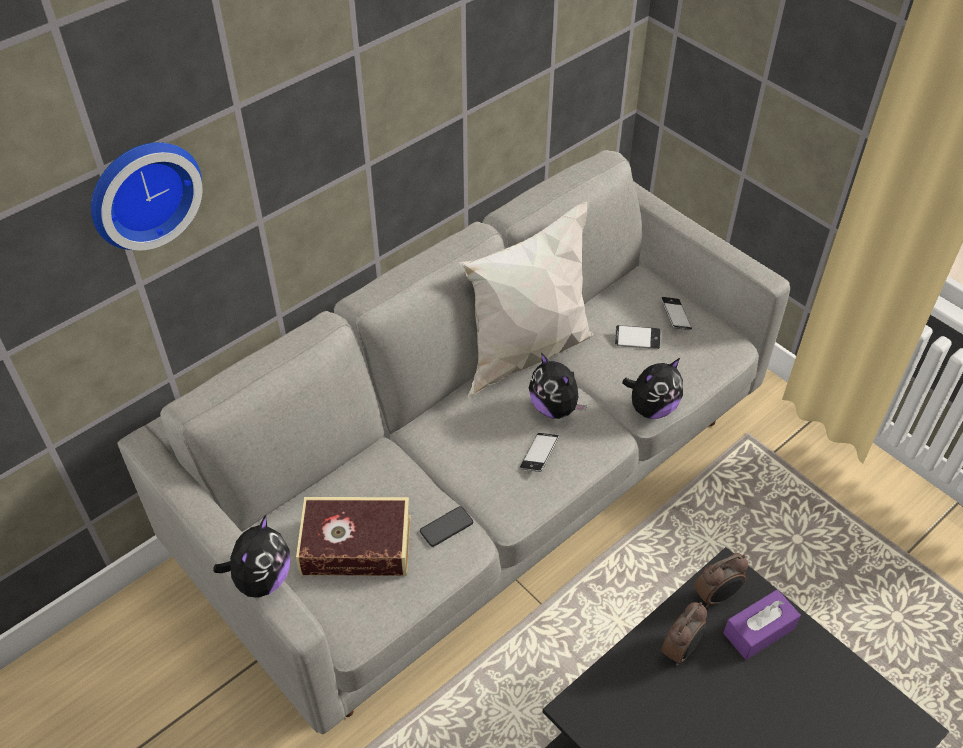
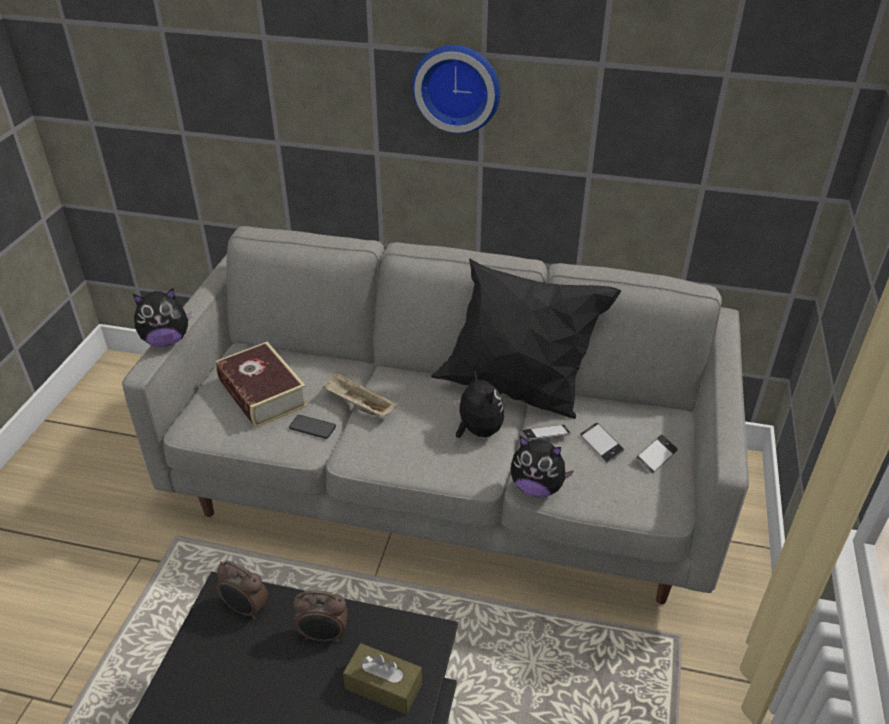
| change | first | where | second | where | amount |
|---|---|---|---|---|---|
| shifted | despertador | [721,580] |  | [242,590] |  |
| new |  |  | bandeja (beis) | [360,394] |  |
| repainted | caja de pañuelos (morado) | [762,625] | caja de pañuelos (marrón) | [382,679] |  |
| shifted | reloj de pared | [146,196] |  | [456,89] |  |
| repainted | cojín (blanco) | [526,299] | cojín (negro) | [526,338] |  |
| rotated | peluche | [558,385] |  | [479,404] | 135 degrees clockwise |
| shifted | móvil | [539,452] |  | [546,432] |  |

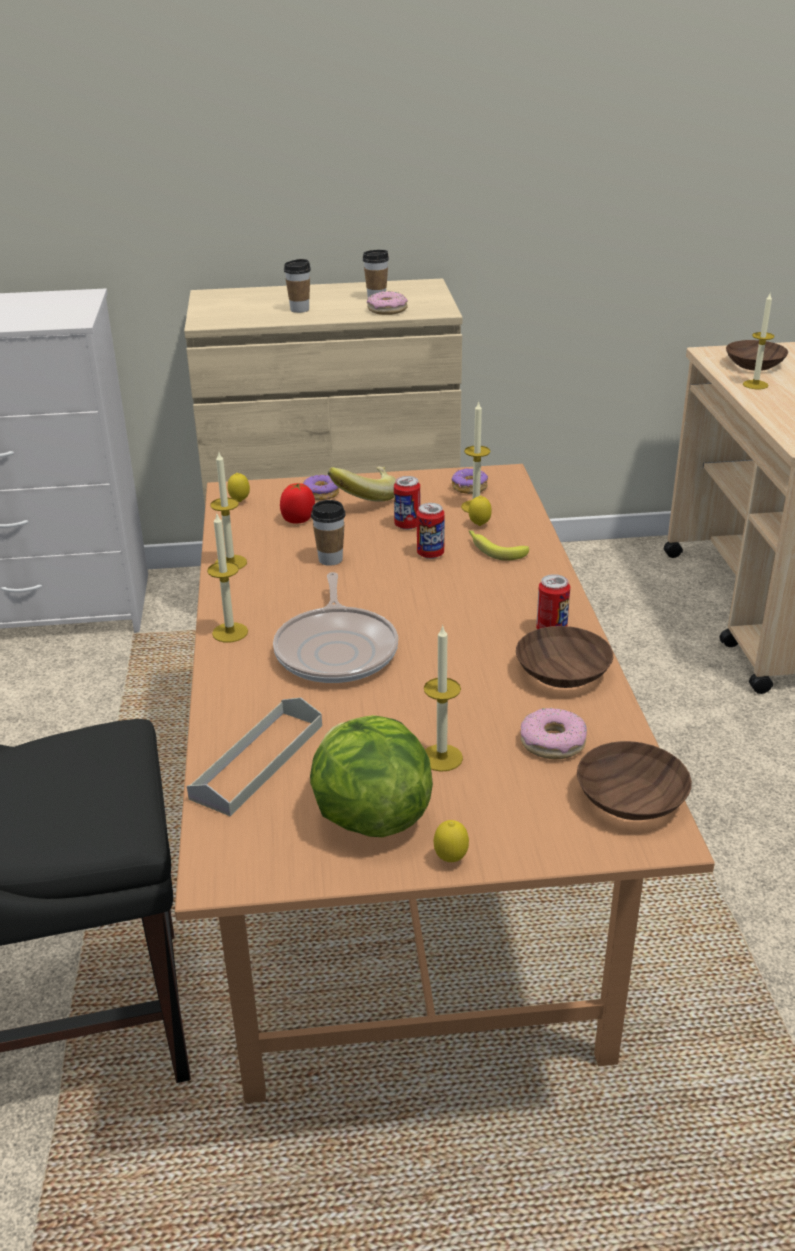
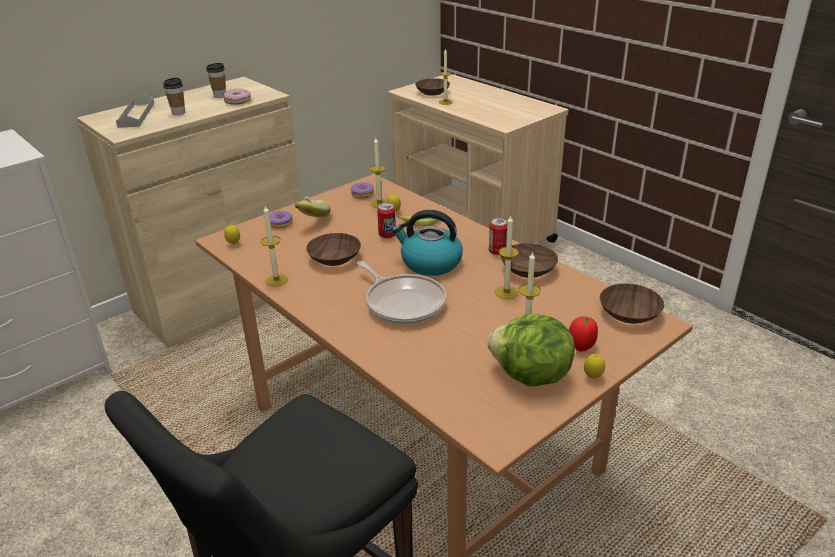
| change | first | where | second | where | amount |
|---|---|---|---|---|---|
| shifted | bandeja (gris) | [254,756] |  | [135,110] |  |
| swapped | taza | [328,533] | cuenco (marrón) | [333,249] |  |
| new |  |  | hervidor | [427,243] |  |
| shifted | vela | [227,578] |  | [507,257] |  |
| shifted | tomate | [297,503] |  | [583,333] |  |
| gone | lata | [407,503] |  |  |  |
| gone | rosquilla | [553,733] |  |  |  |

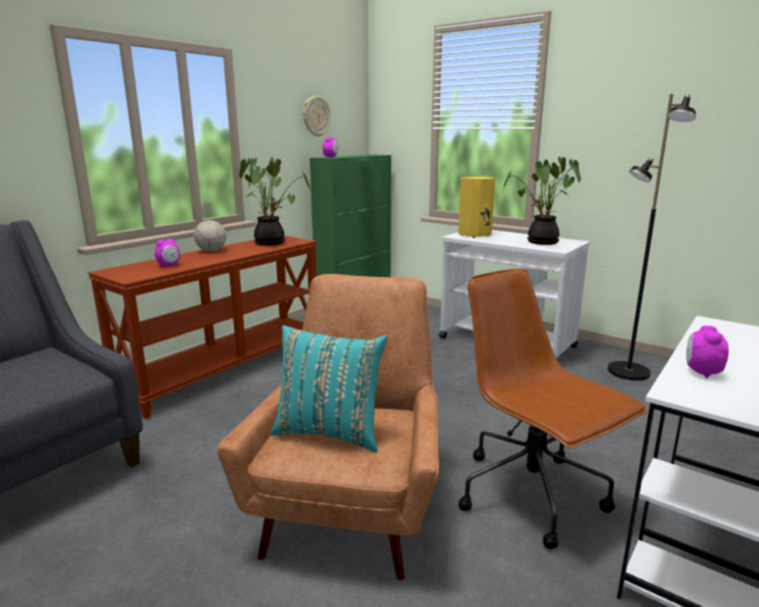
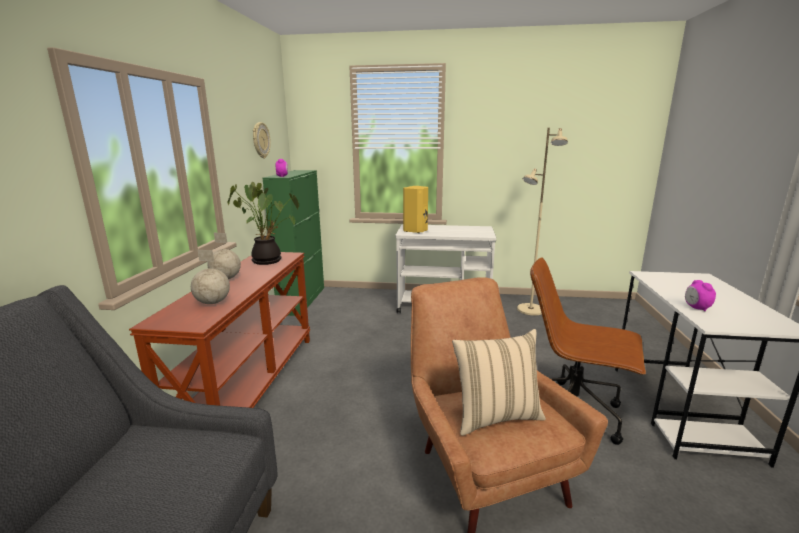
| change | first | where | second | where | amount |
|---|---|---|---|---|---|
| swapped | despertador | [167,253] | globo terráqueo | [210,277] |  |
| repainted | cojín (turquesa) | [328,388] | cojín (beis) | [499,382] |  |
| repainted | lámpara de pie (negro) | [652,237] | lámpara de pie (beis) | [542,222] |  |
| gone | planta en maceta | [542,201] |  |  |  |

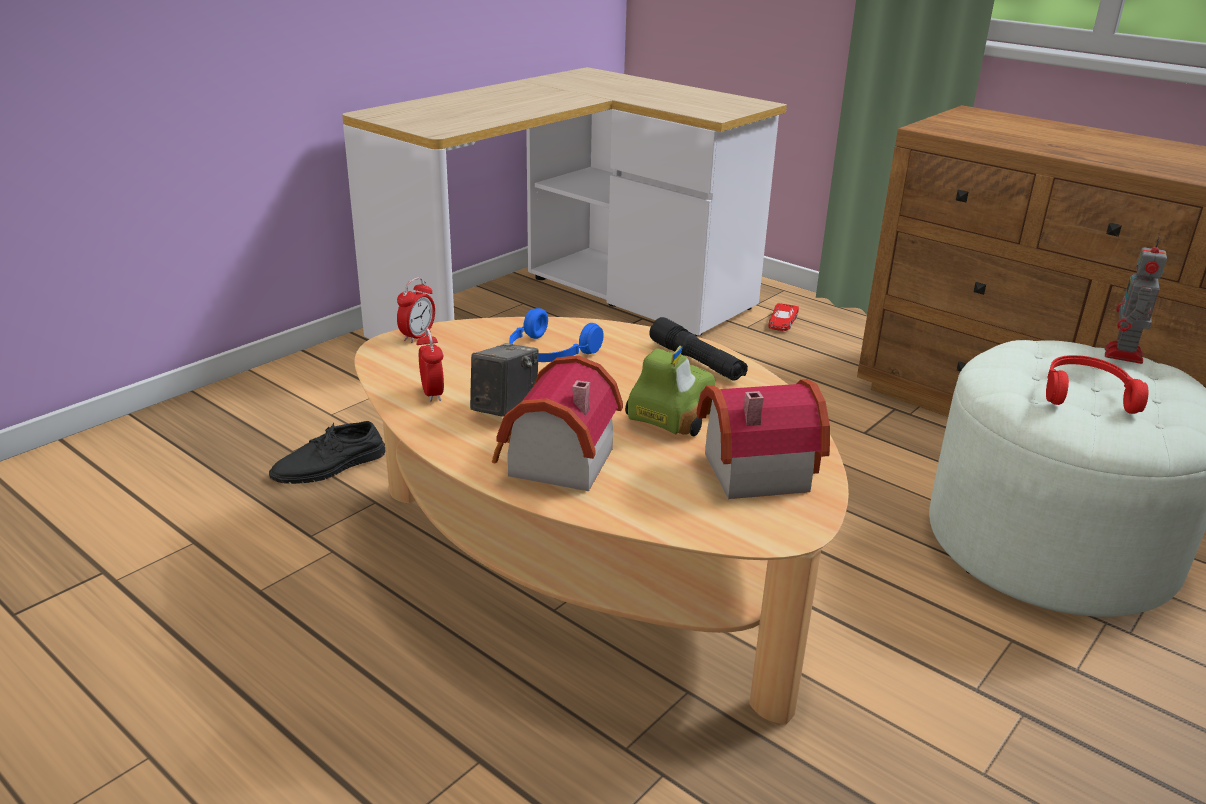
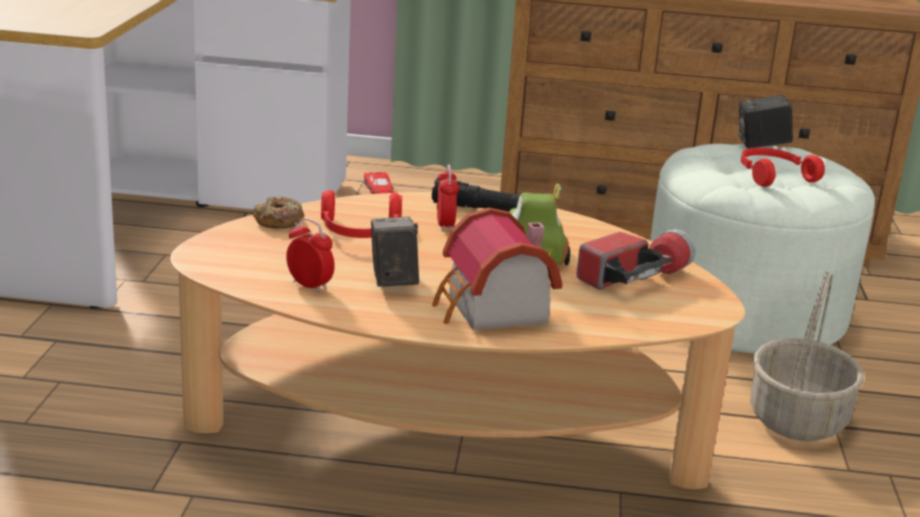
| change | first | where | second | where | amount |
|---|---|---|---|---|---|
| new |  |  | rosquilla | [279,212] |  |
| repainted | auriculares (azul) | [557,335] | auriculares (rojo) | [361,214] |  |
| shifted | despertador | [416,310] |  | [448,198] |  |
| swapped | casita | [763,439] | linterna | [636,259] |  |
| swapped | robot de juguete | [1136,300] | cámara | [765,121] |  |
| new |  |  | cesta | [807,355] |  |
| gone | zapato (negro) | [327,452] |  |  |  |

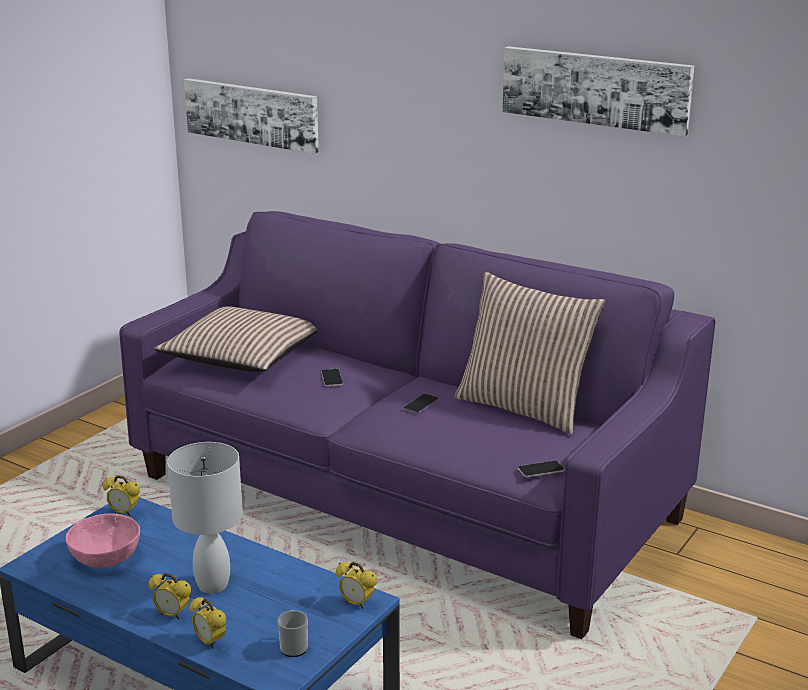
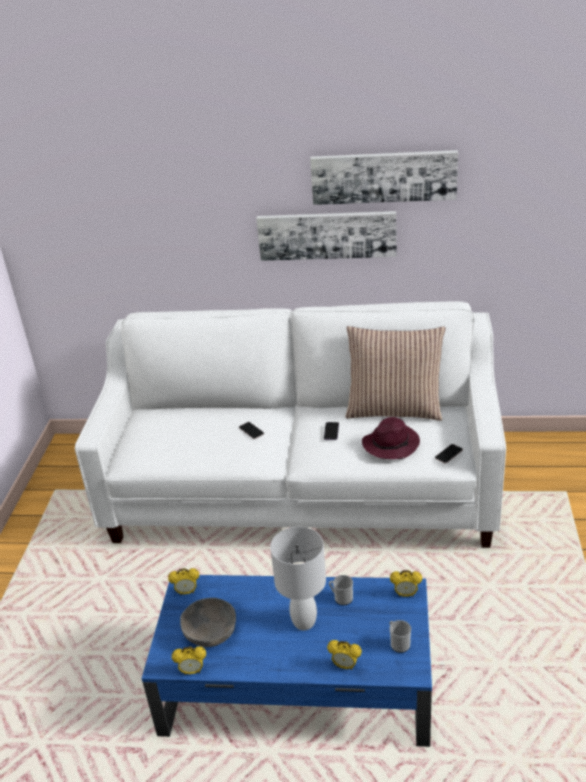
| change | first | where | second | where | amount |
|---|---|---|---|---|---|
| repainted | sofá (morado) | [417,425] | sofá (blanco) | [290,424] |  |
| shifted | despertador | [169,596] |  | [189,660] |  |
| repainted | cuenco (rosa) | [103,540] | cuenco (gris) | [208,622] |  |
| shifted | cuadro | [251,116] |  | [326,236] |  |
| new |  |  | taza grande | [341,590] |  |
| new |  |  | sombrero (morado) | [391,438] |  |
| gone | cojín | [235,339] |  |  |  |

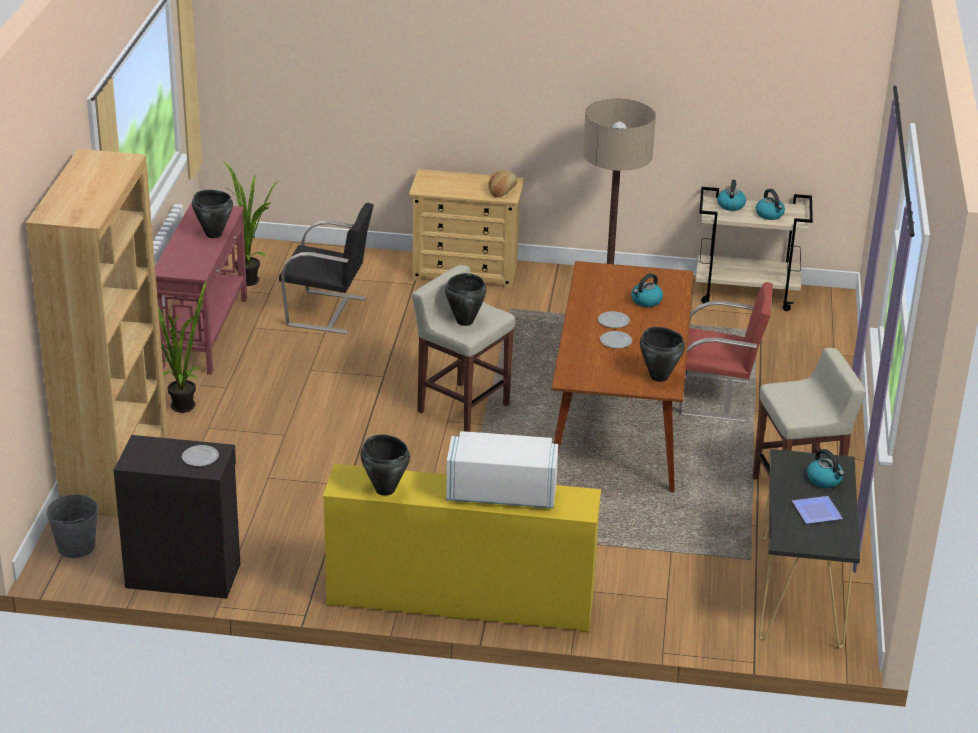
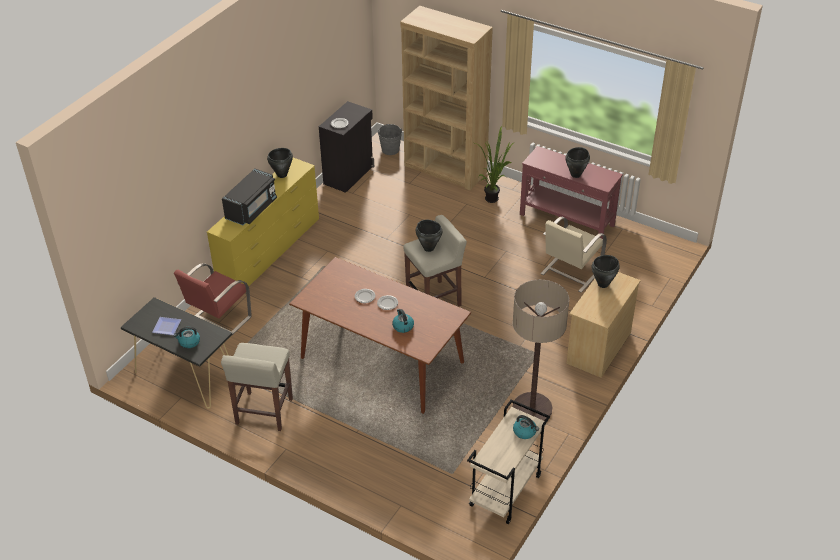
| change | first | where | second | where | amount |
|---|---|---|---|---|---|
| shifted | silla (rojo) | [726,351] |  | [213,299] |  |
| repainted | microondas (blanco) | [502,469] | microondas (negro) | [249,196] |  |
| repainted | silla (negro) | [326,268] | silla (beis) | [573,255] |  |
| shifted | olla (negro) | [662,354] |  | [606,271] |  |
| gone | planta en maceta | [251,223] |  |  |  |
| gone | pan | [503,184] |  |  |  |
| gone | hervidor | [770,204] |  |  |  |

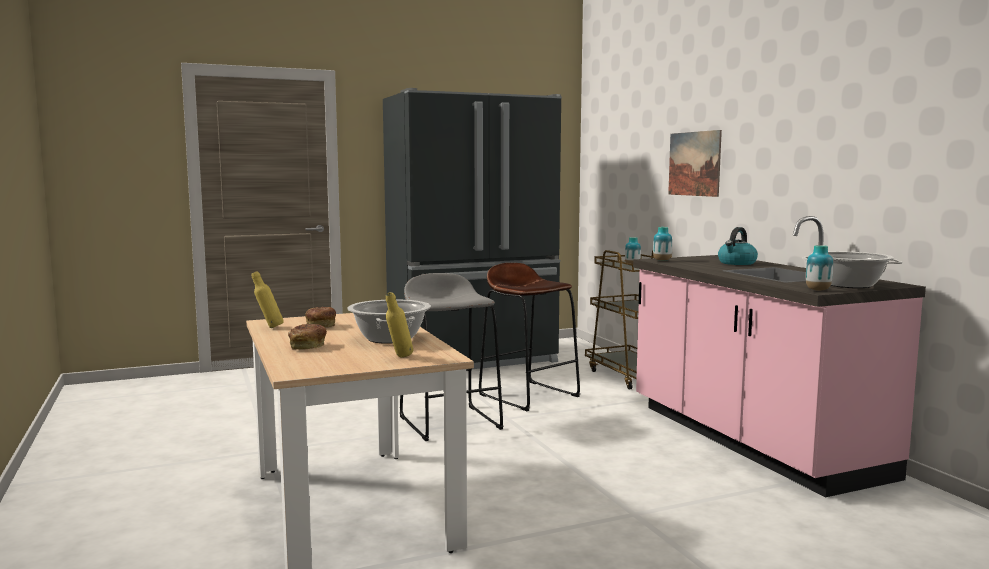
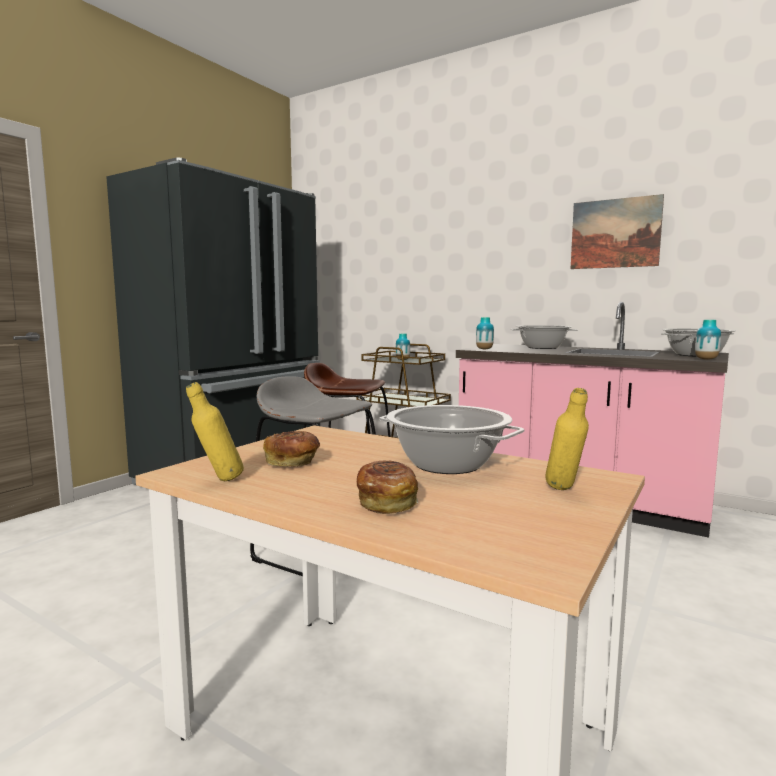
| change | first | where | second | where | amount |
|---|---|---|---|---|---|
| swapped | hervidor | [738,246] | olla | [544,337] |  |
| shifted | cuadro | [695,163] |  | [617,231] |  |

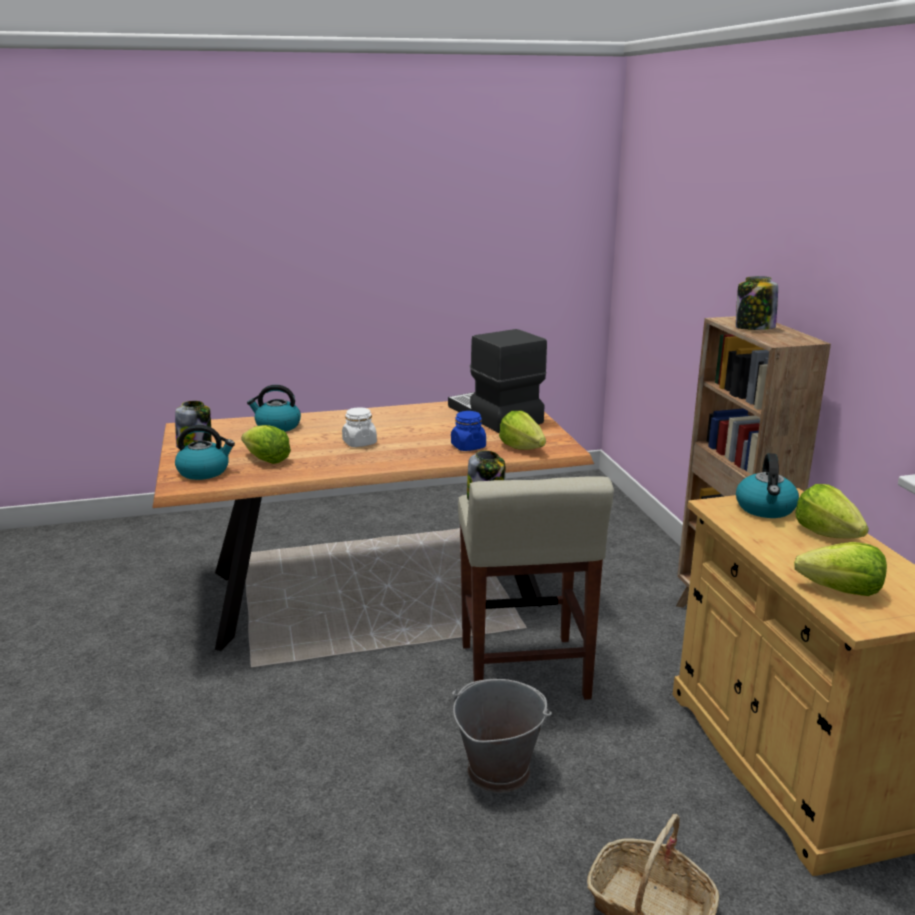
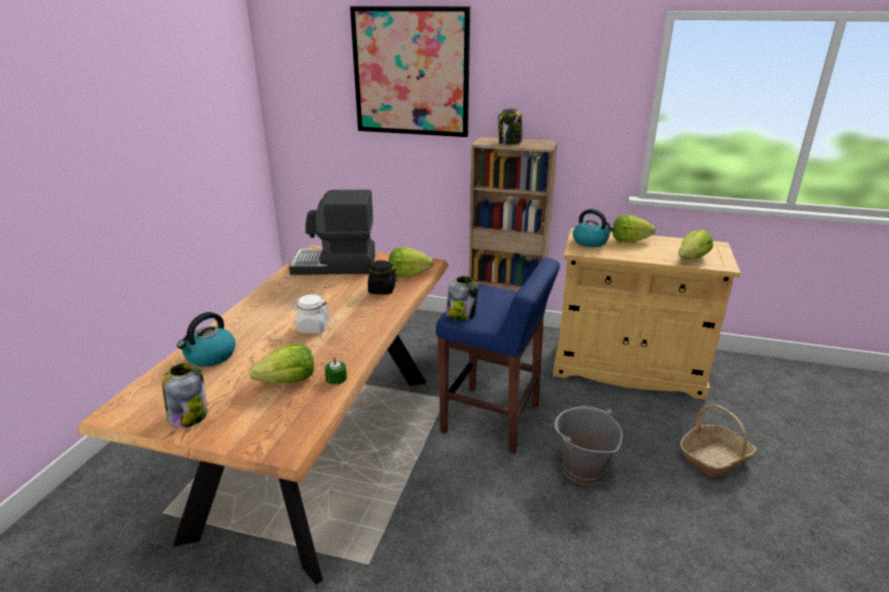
| change | first | where | second | where | amount |
|---|---|---|---|---|---|
| new |  |  | vela (verde) | [336,371] |  |
| new |  |  | cuadro | [410,71] |  |
| repainted | tarro (azul) | [468,431] | tarro (negro) | [380,277] |  |
| repainted | taburete (beis) | [536,588] | taburete (azul) | [498,356] |  |
| gone | hervidor | [205,452] |  |  |  |

